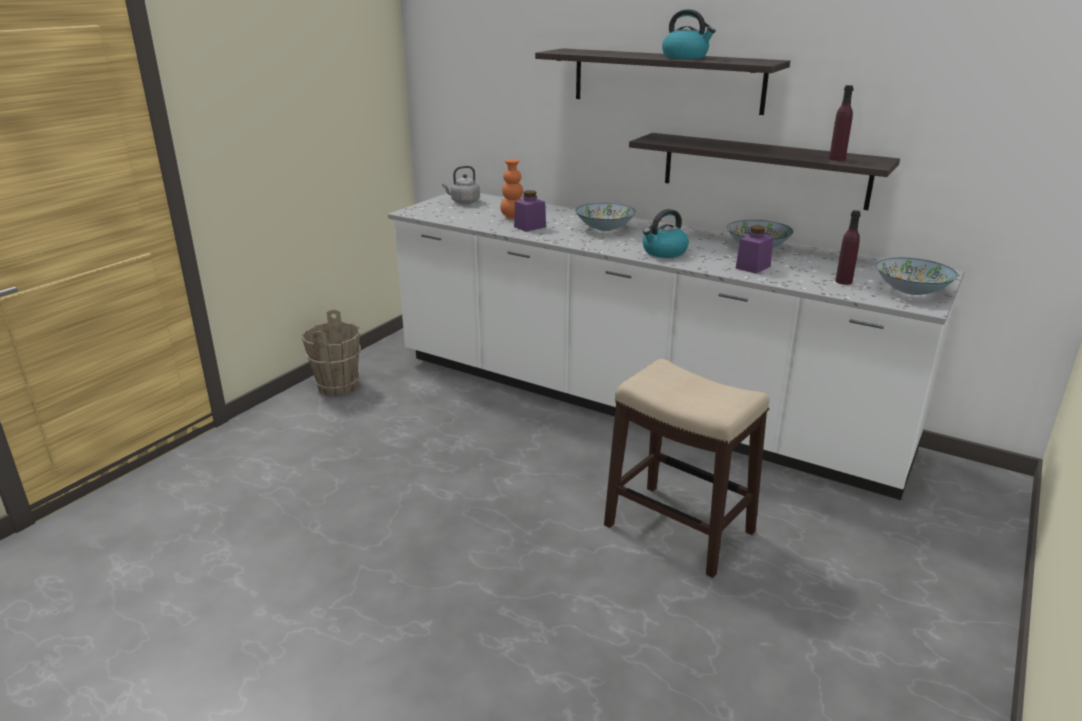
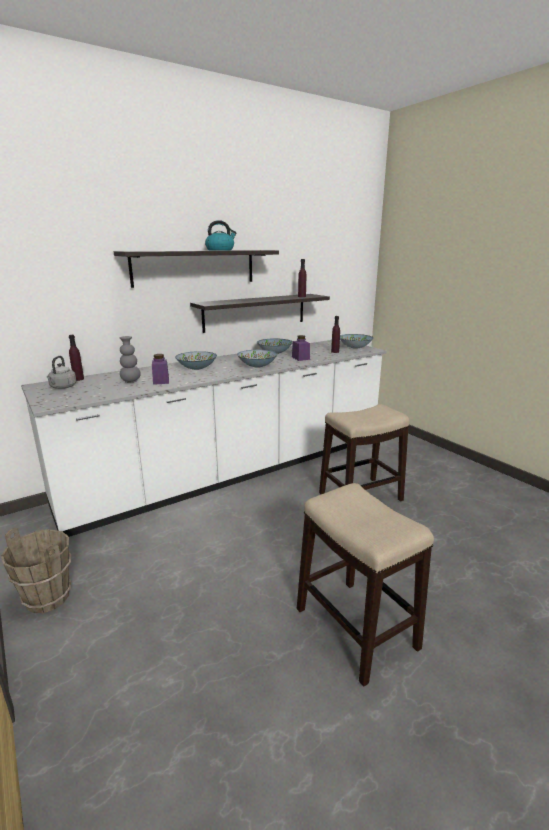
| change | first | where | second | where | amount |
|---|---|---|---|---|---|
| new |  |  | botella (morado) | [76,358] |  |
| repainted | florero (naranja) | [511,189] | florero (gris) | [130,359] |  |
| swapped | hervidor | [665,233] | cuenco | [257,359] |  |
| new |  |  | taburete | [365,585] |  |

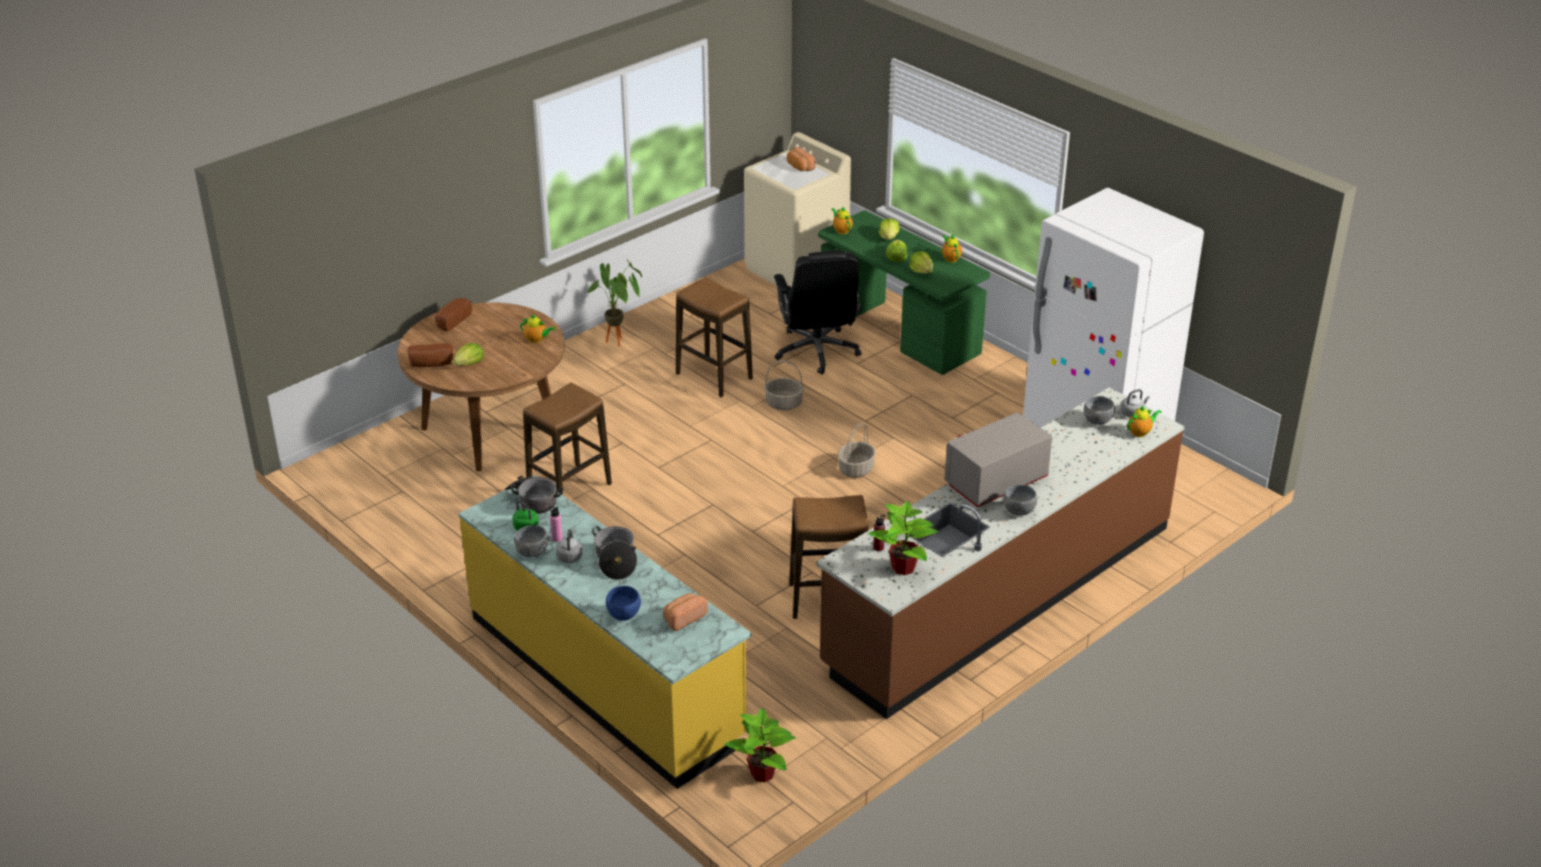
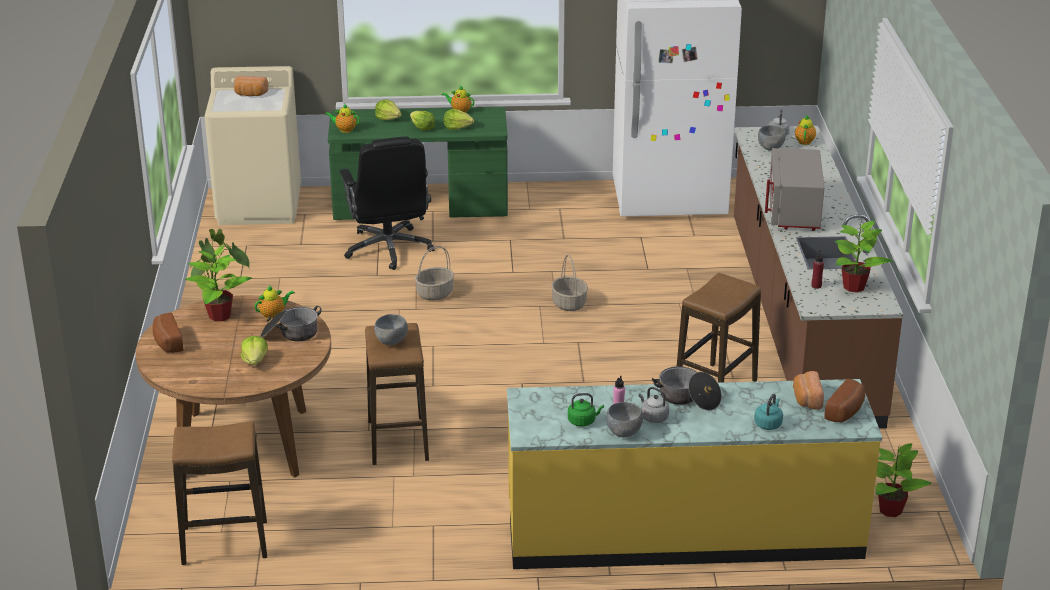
| change | first | where | second | where | amount |
|---|---|---|---|---|---|
| shifted | taburete | [714,337] |  | [219,493] |  |
| new |  |  | planta en maceta | [218,283] |  |
| shifted | olla | [534,495] |  | [290,324] |  |
| rotated | silla de oficina (negro) | [818,312] |  | [387,203] | 45 degrees clockwise |
| shifted | cuenco (gris) | [1020,500] |  | [391,329] |  |
| swapped | cuenco (azul) | [623,603] | hervidor (turquesa) | [768,412] |  |
| shifted | pan | [430,355] |  | [844,401] |  |

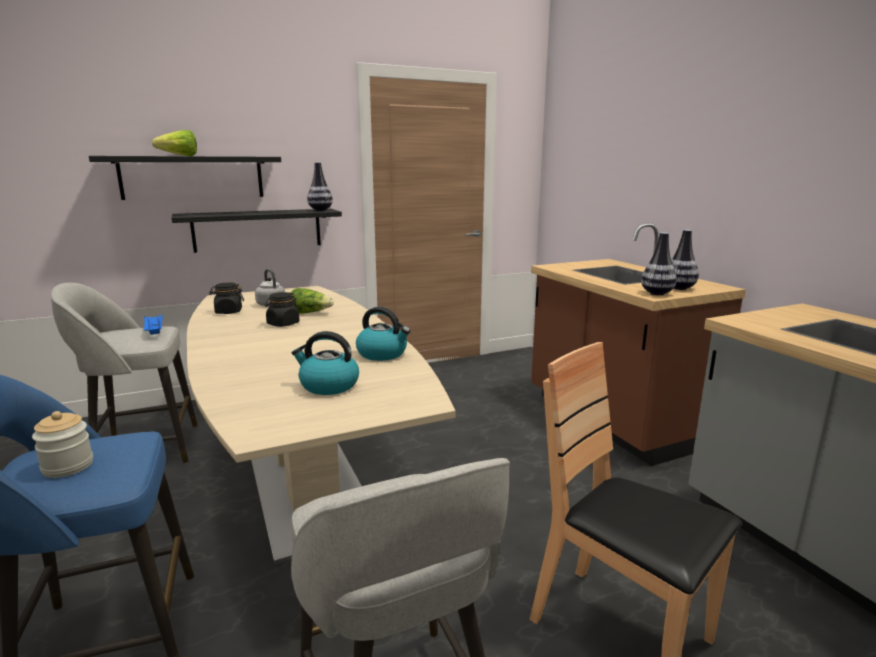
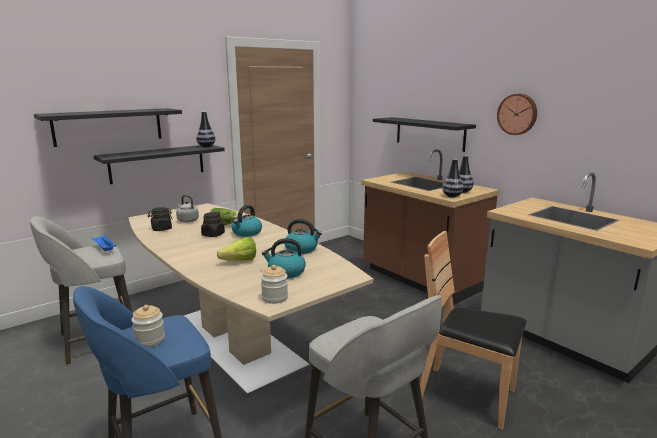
| change | first | where | second | where | amount |
|---|---|---|---|---|---|
| shifted | lechuga | [174,143] |  | [236,249] |  |
| new |  |  | hervidor | [247,221] |  |
| new |  |  | tarro | [274,284] |  |
| new |  |  | estante (negro) | [424,134] |  |
| new |  |  | reloj de pared | [517,114] |  |

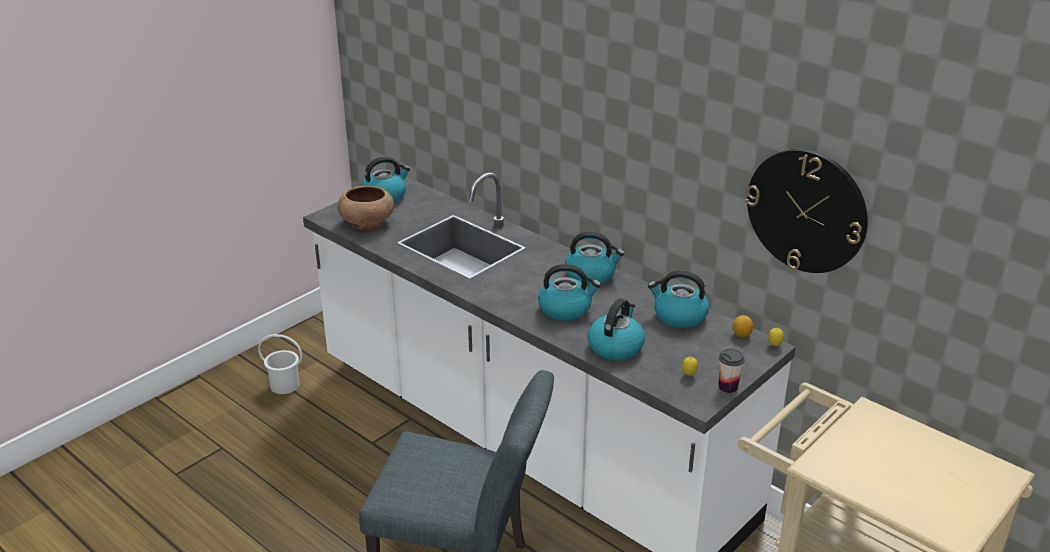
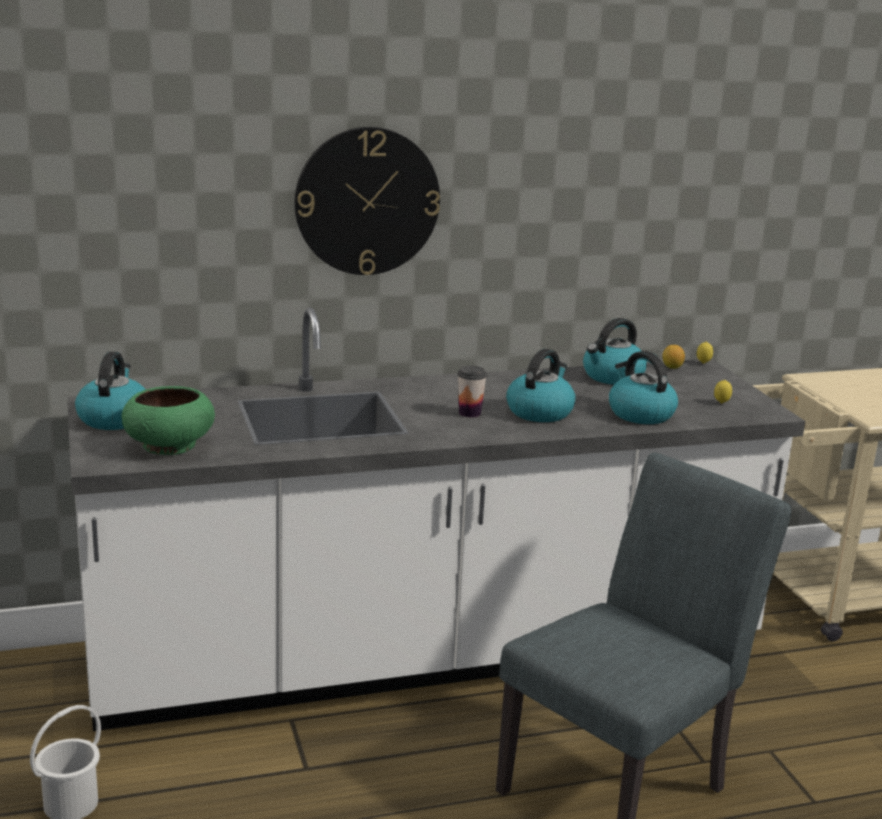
| change | first | where | second | where | amount |
|---|---|---|---|---|---|
| repainted | cuenco (marrón) | [365,208] | cuenco (verde) | [168,420] |  |
| shifted | reloj de pared | [807,211] |  | [367,201] |  |
| shifted | taza | [732,371] |  | [472,391] |  |
| gone | hervidor | [595,259] |  |  |  |

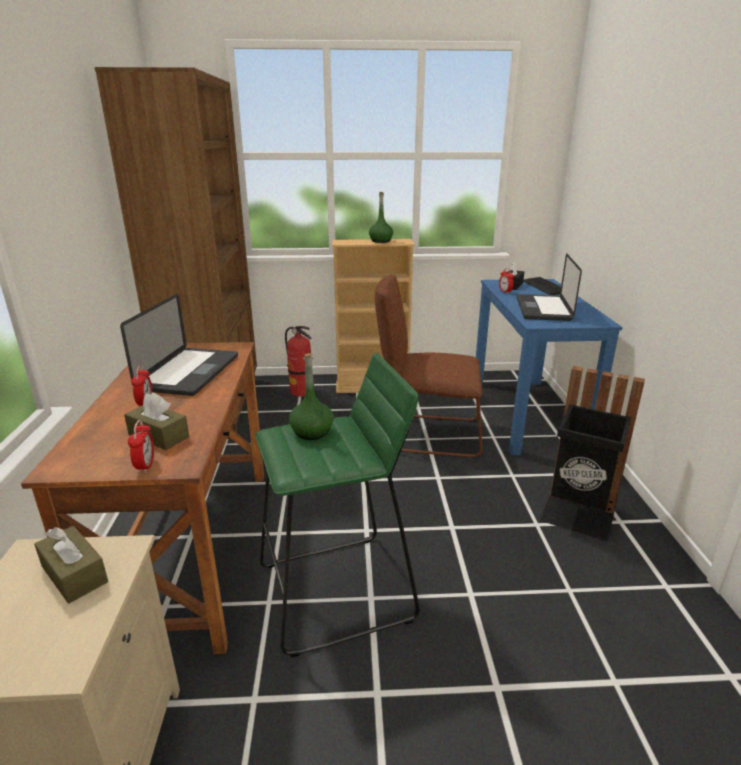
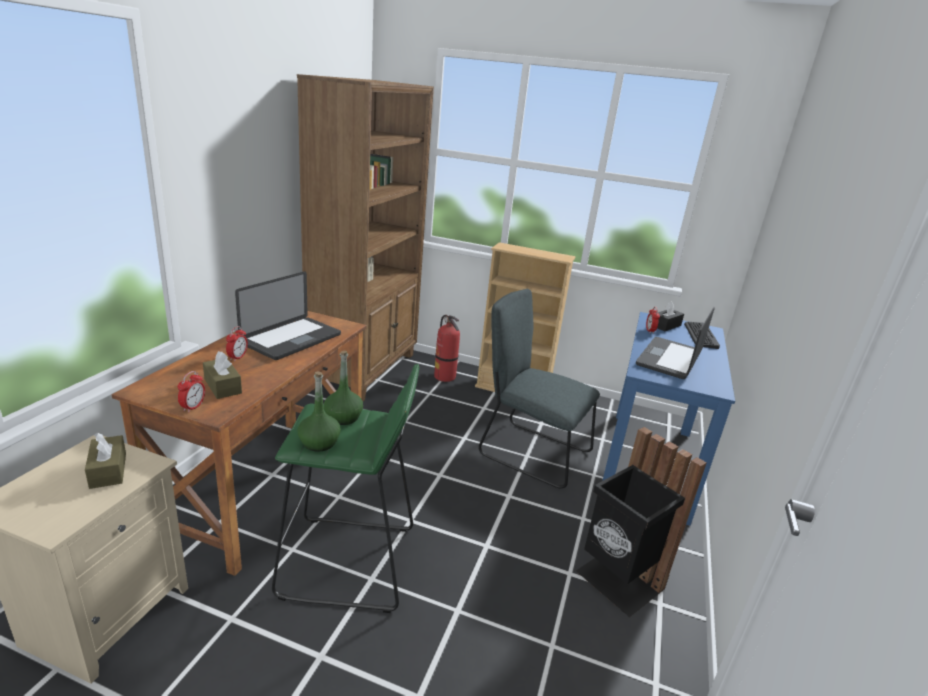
| change | first | where | second | where | amount |
|---|---|---|---|---|---|
| shifted | botella (verde) | [381,217] |  | [319,411] |  |
| repainted | silla (marrón) | [428,365] | silla (gris) | [539,388] |  |

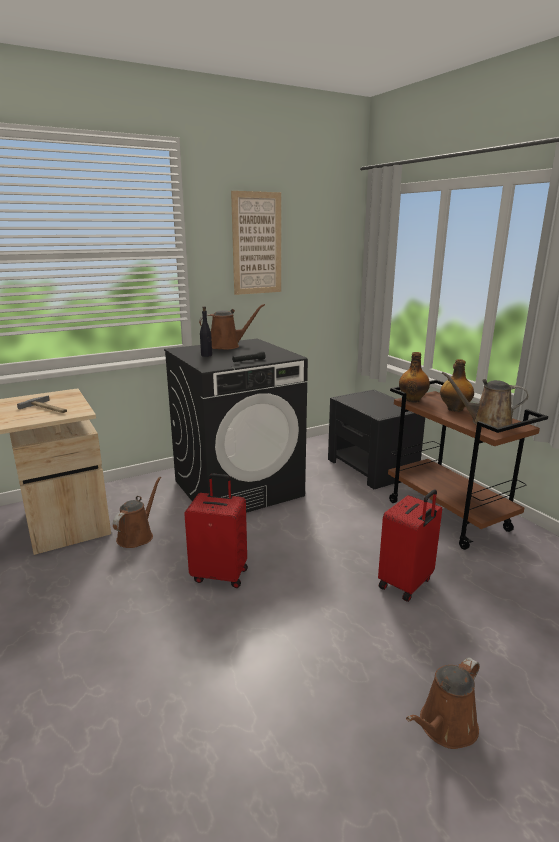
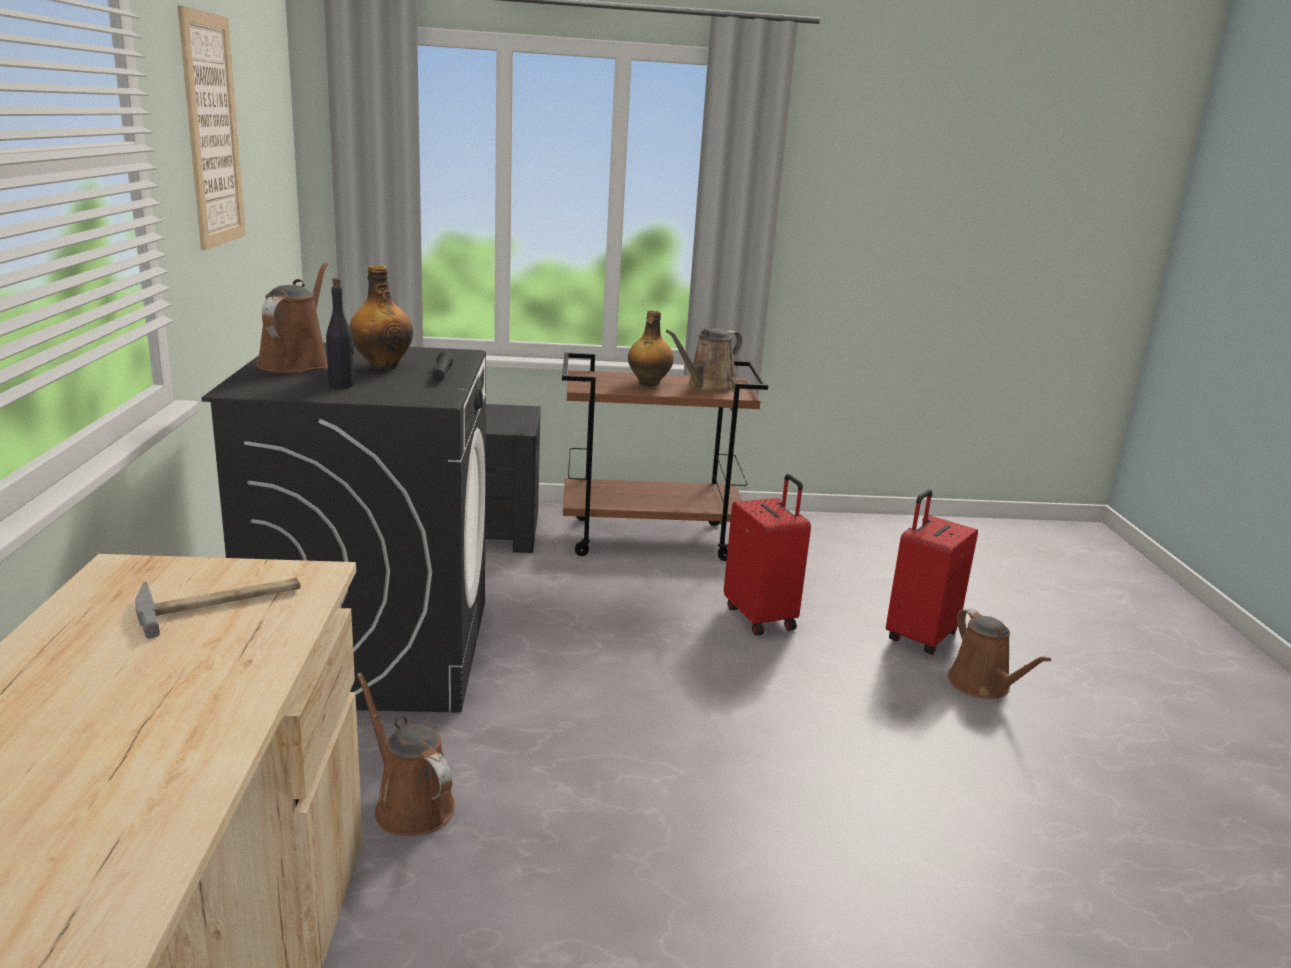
| change | first | where | second | where | amount |
|---|---|---|---|---|---|
| shifted | botella | [414,377] |  | [381,317] |  |
| shifted | maleta (rojo) | [216,531] |  | [932,572] |  |

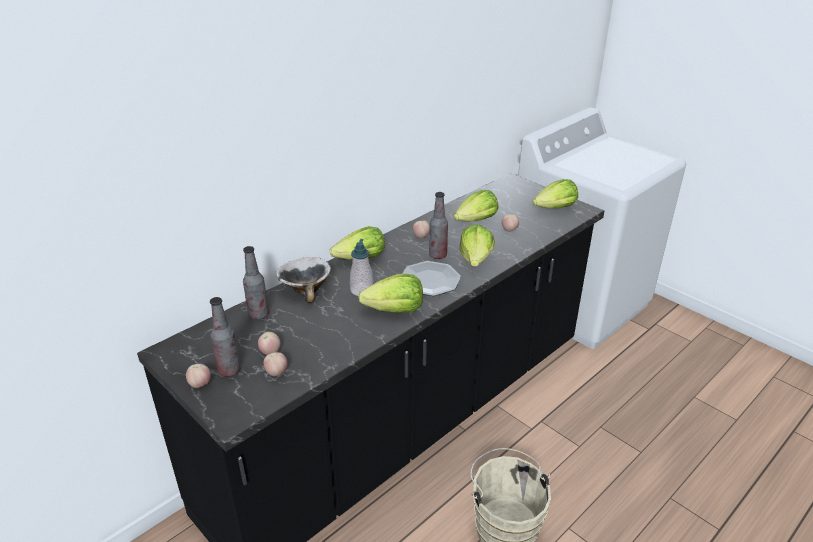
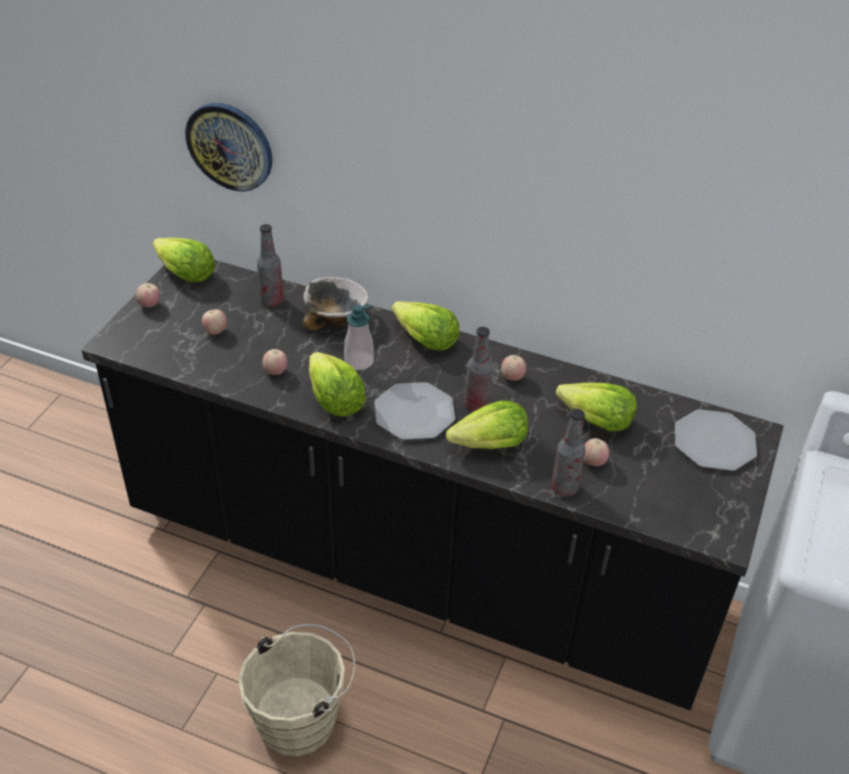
| change | first | where | second | where | amount |
|---|---|---|---|---|---|
| shifted | lechuga | [555,193] |  | [184,260] |  |
| new |  |  | reloj de pared | [228,147] |  |
| shifted | manzana | [275,364] |  | [275,362] |  |
| shifted | botella | [225,337] |  | [568,452] |  |
| new |  |  | plato | [716,440] |  |

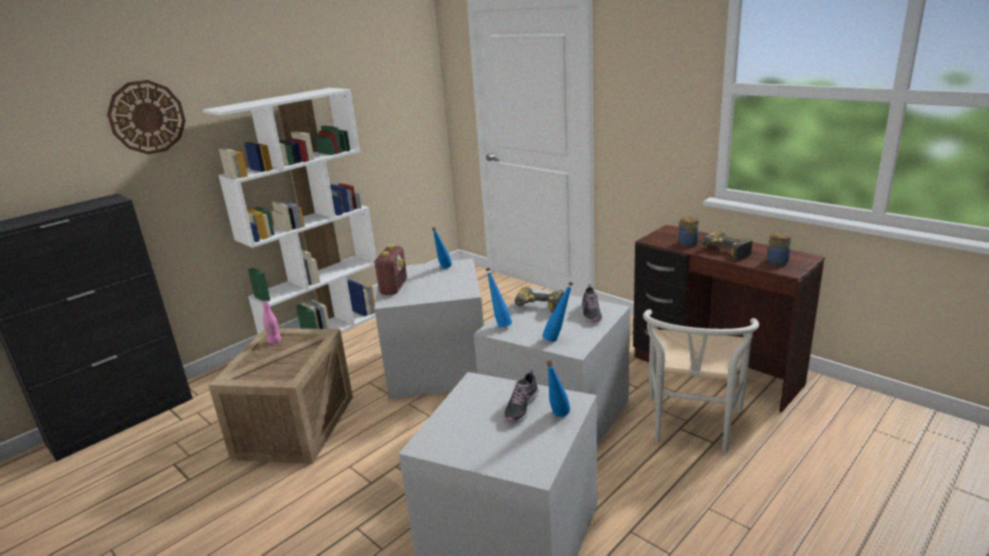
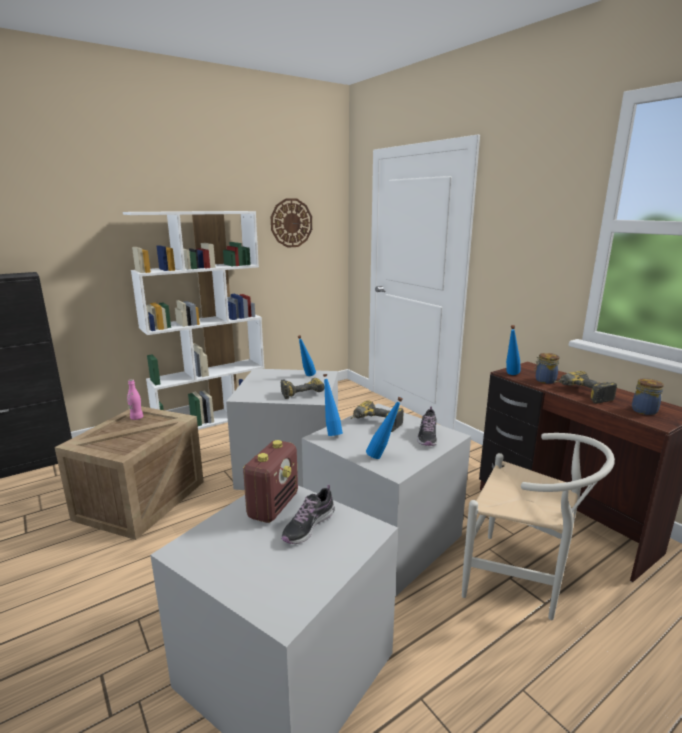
| change | first | where | second | where | amount |
|---|---|---|---|---|---|
| shifted | radio | [390,270] |  | [270,481] |  |
| shifted | reloj de pared | [146,117] |  | [291,223] |  |
| new |  |  | taladro | [303,388] |  |
| rotated | silla (blanco) | [701,381] |  | [538,526] | 90 degrees counterclockwise |
| shifted | botella (azul) | [558,389] |  | [513,350] |  |

